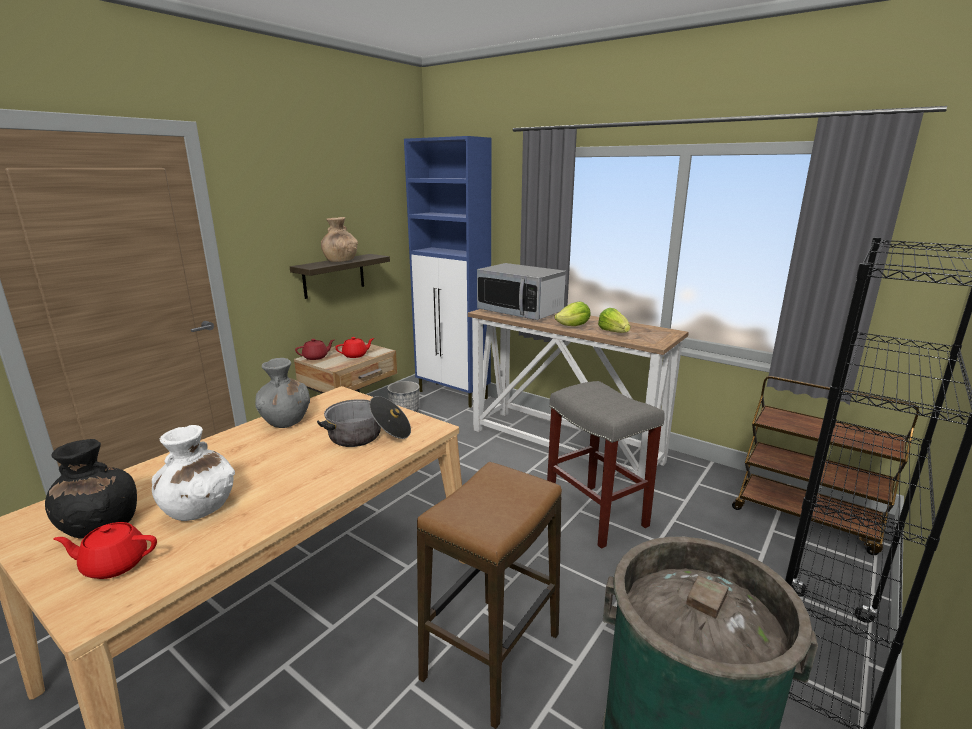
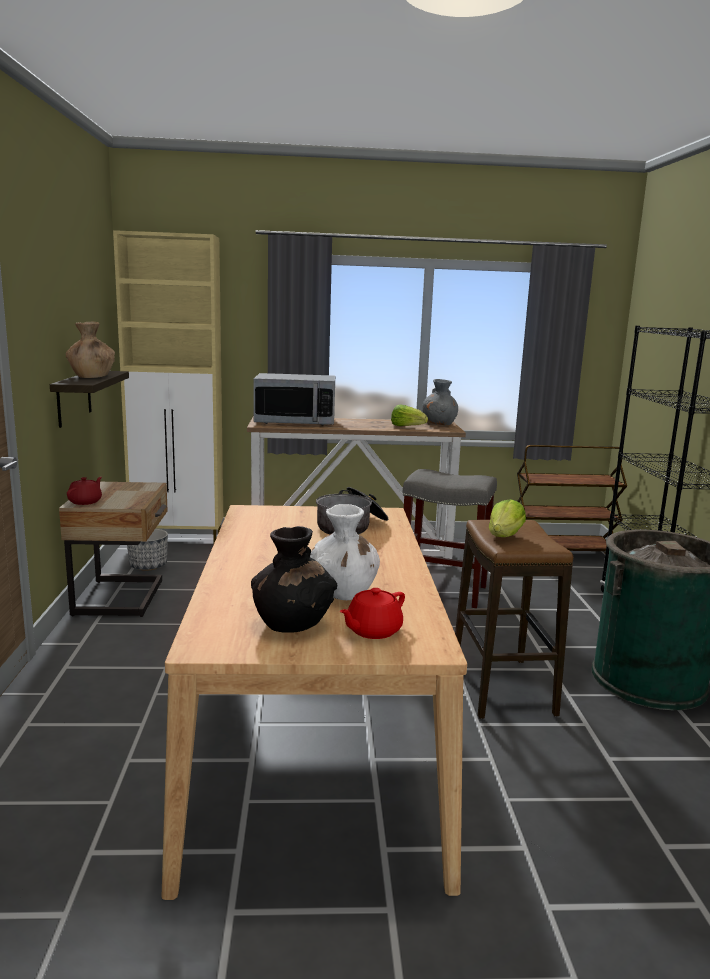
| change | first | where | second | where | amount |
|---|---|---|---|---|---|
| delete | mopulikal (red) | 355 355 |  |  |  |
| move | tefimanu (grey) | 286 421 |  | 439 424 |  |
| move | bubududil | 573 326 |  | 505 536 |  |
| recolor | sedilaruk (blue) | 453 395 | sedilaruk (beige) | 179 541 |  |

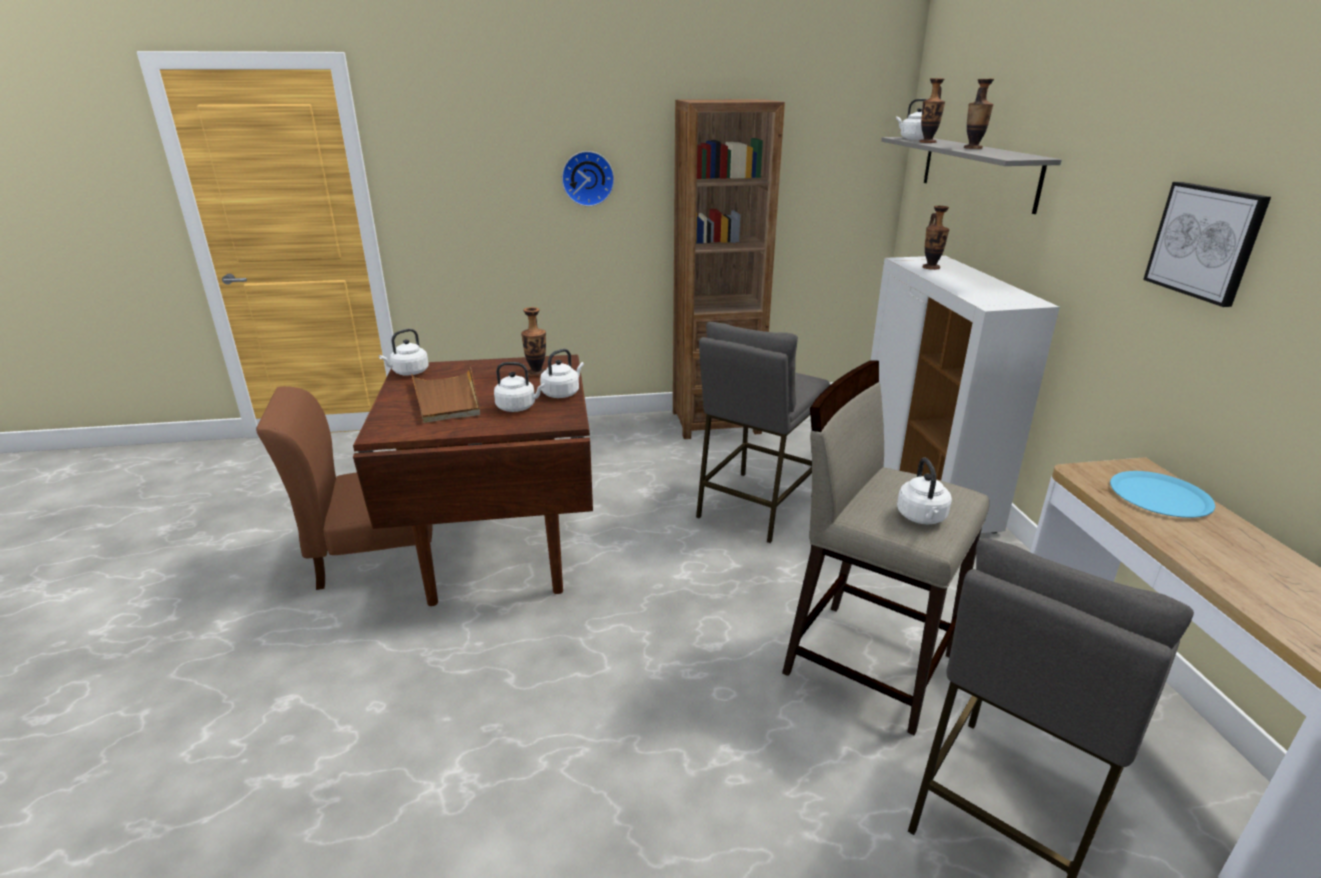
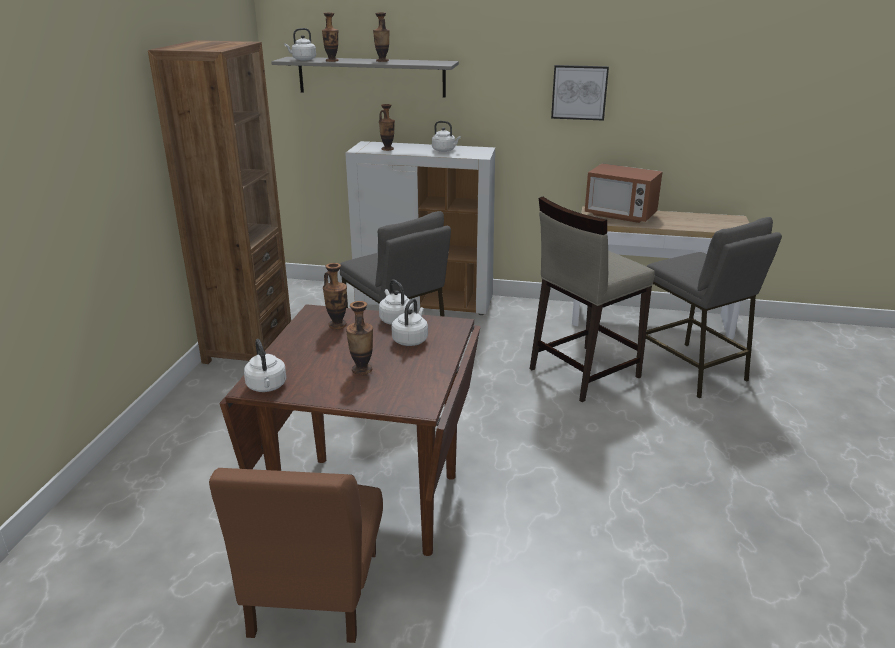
| change | first | where | second | where | amount |
|---|---|---|---|---|---|
| delete | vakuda | 587 178 |  |  |  |
| move | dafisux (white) | 922 518 |  | 445 150 |  |
| replace | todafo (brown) | 447 398 | tefimanu | 362 370 |  |
| replace | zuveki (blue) | 1160 496 | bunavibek | 620 215 |  |

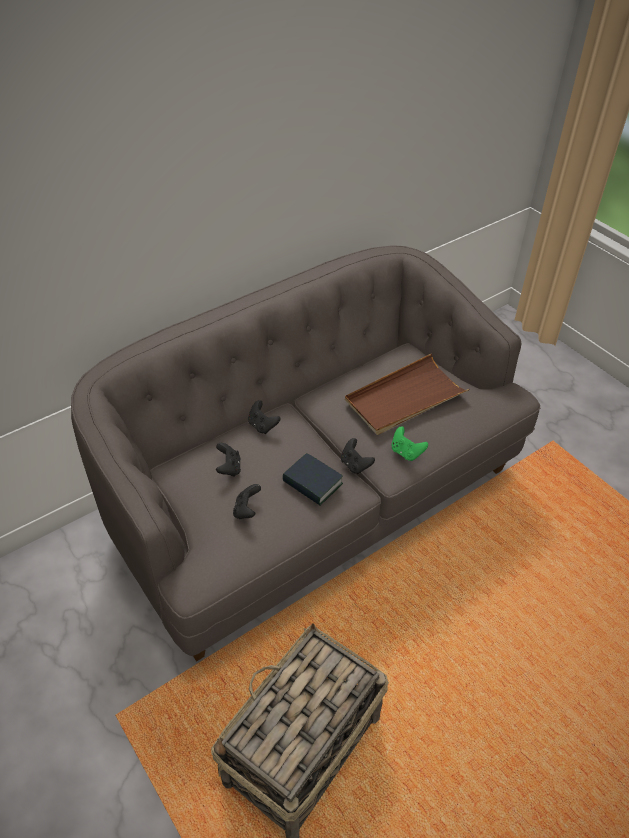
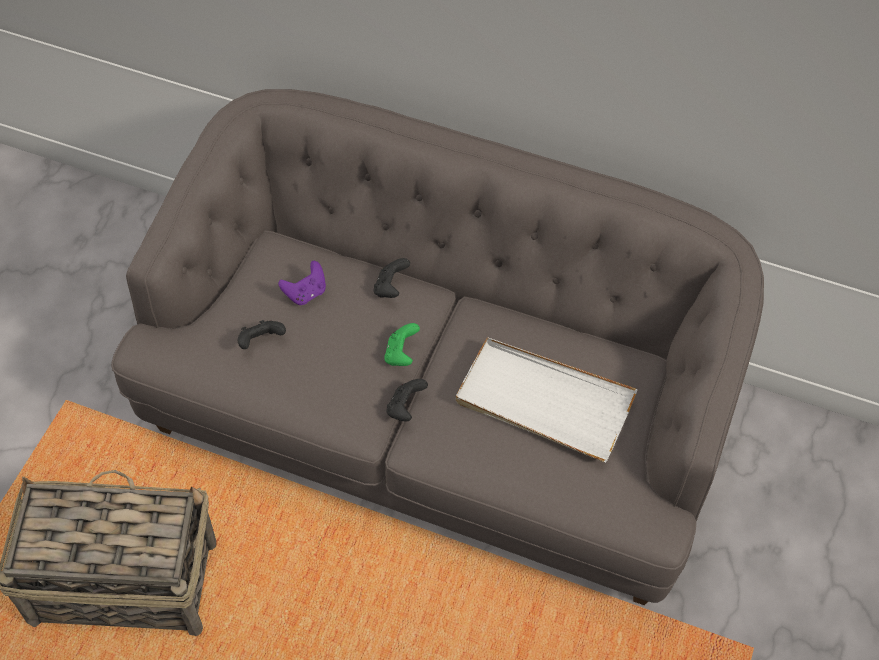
| change | first | where | second | where | amount |
|---|---|---|---|---|---|
| delete | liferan | 312 483 |  |  |  |
| move | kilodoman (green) | 406 452 |  | 401 354 |  |
| recolor | kilodoman (black) | 229 468 | kilodoman (purple) | 305 293 |  |
| recolor | todafo (brown) | 405 398 | todafo (white) | 543 402 |  |

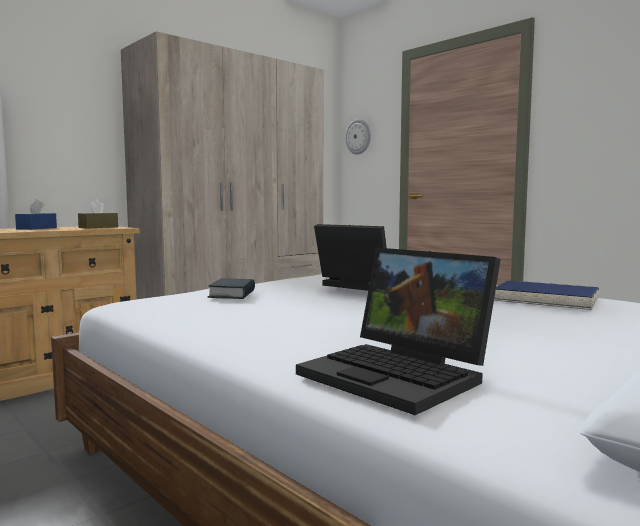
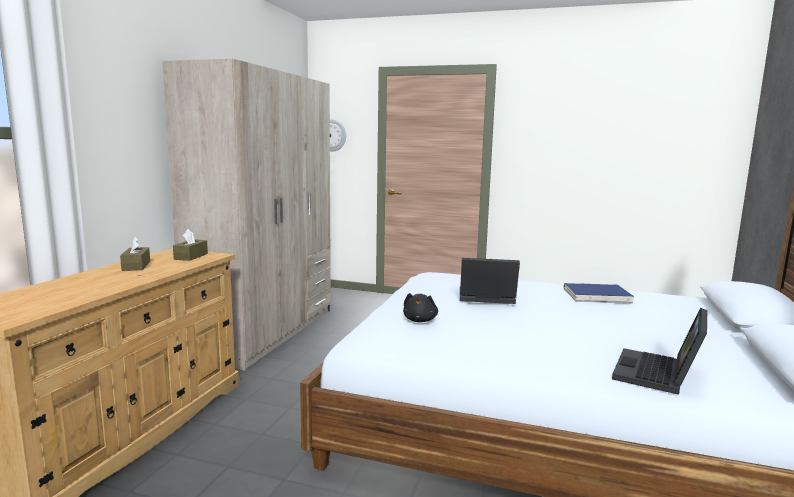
| change | first | where | second | where | amount |
|---|---|---|---|---|---|
| replace | liferan | 232 294 | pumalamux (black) | 420 320 |  |
| recolor | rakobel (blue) | 37 228 | rakobel (brown) | 136 266 |  |
| rotate | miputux | 401 375 |  | 659 375 | 105 degrees clockwise |

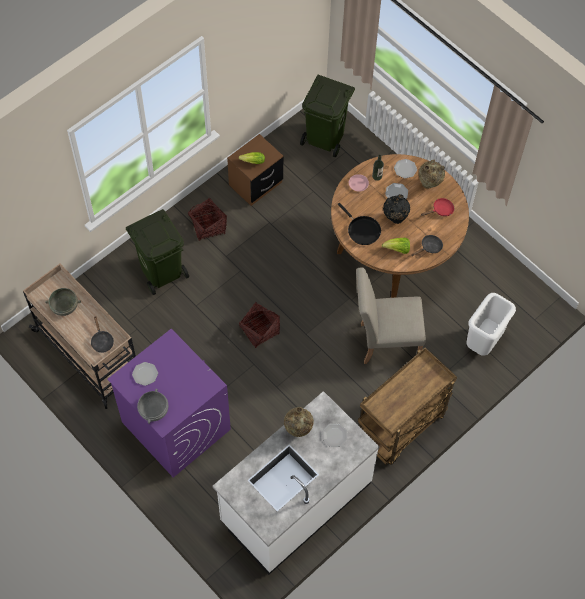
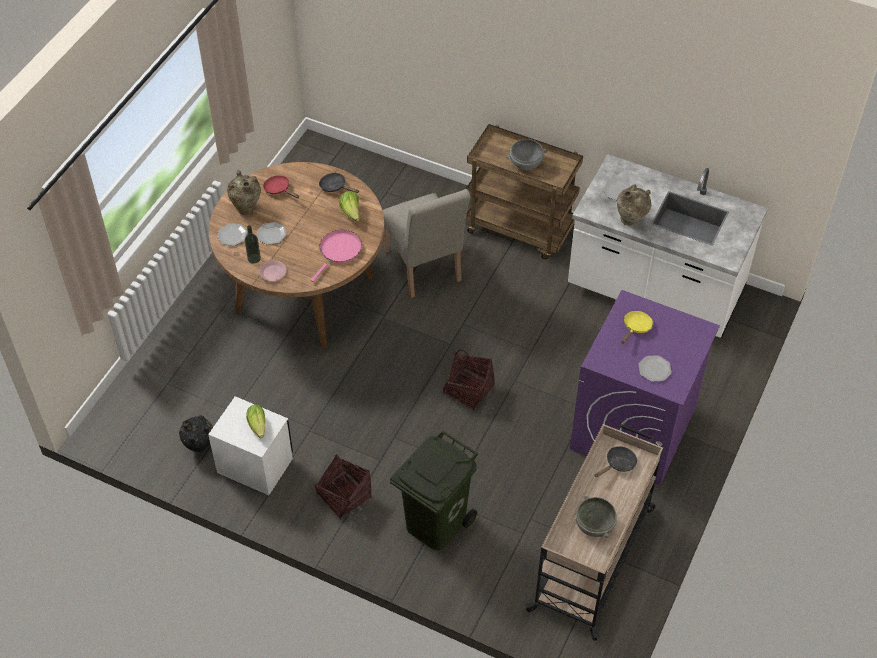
| change | first | where | second | where | amount |
|---|---|---|---|---|---|
| delete | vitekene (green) | 325 138 |  |  |  |
| delete | vitekene (white) | 483 342 |  |  |  |
| insert |  |  | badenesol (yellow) | 636 327 |  |
| move | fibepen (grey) | 154 411 |  | 526 163 |  |
| move | tefimanu (black) | 395 219 |  | 200 448 |  |
| recolor | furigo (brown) | 255 184 | furigo (white) | 255 465 |  |
| recolor | badenesol (black) | 362 230 | badenesol (pink) | 339 251 |  |

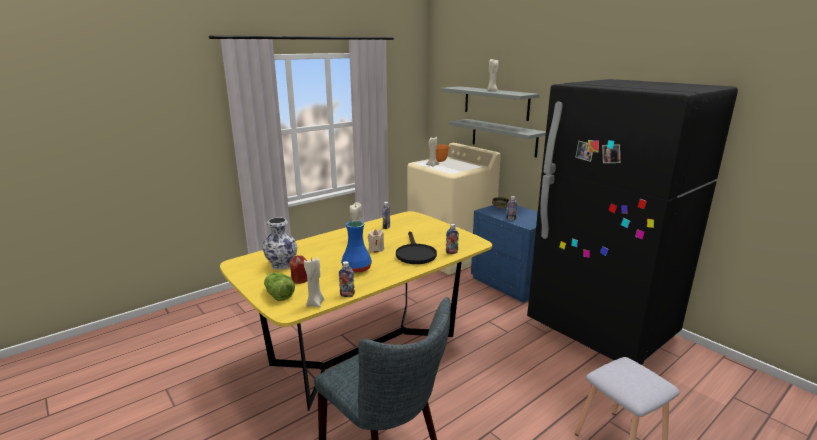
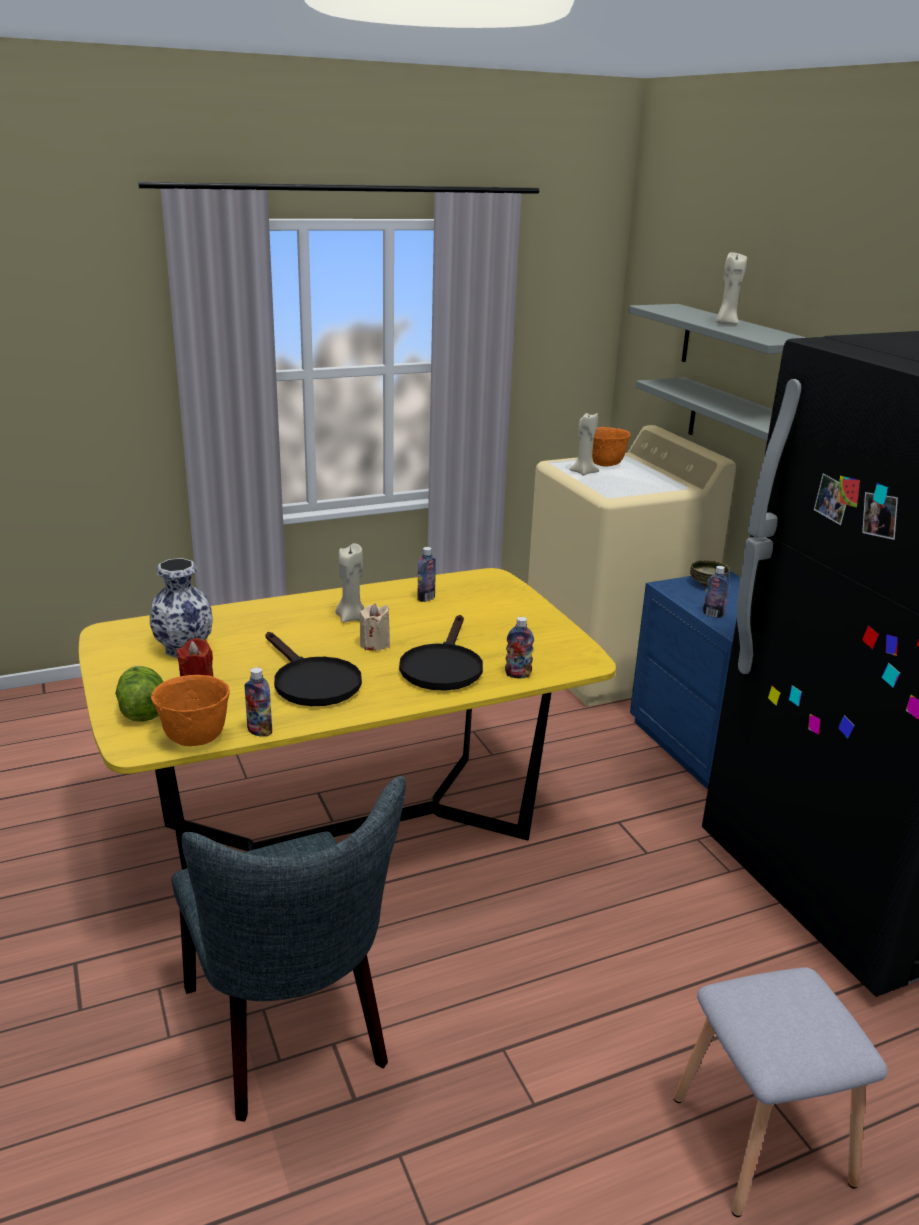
| change | first | where | second | where | amount |
|---|---|---|---|---|---|
| replace | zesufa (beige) | 315 303 | fibepen (orange) | 194 738 |  |
| replace | tefimanu (blue) | 357 269 | badenesol (black) | 311 681 |  |

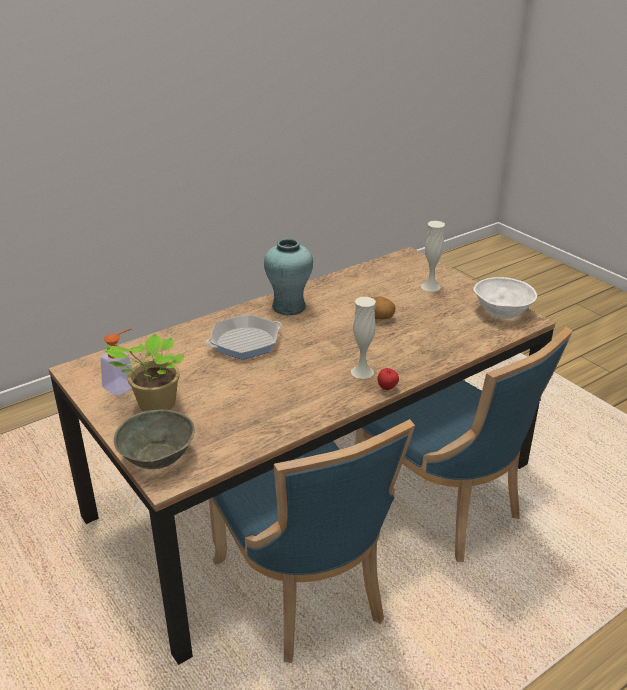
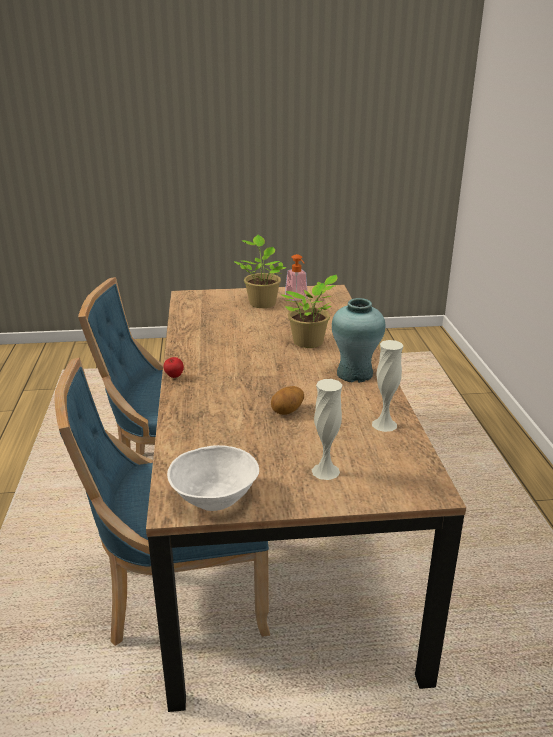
| change | first | where | second | where | amount |
|---|---|---|---|---|---|
| delete | fibepen (grey) | 158 457 |  |  |  |
| move | tefimanu (white) | 362 372 |  | 384 424 |  |
| replace | badenesol | 245 342 | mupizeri | 310 343 |  |

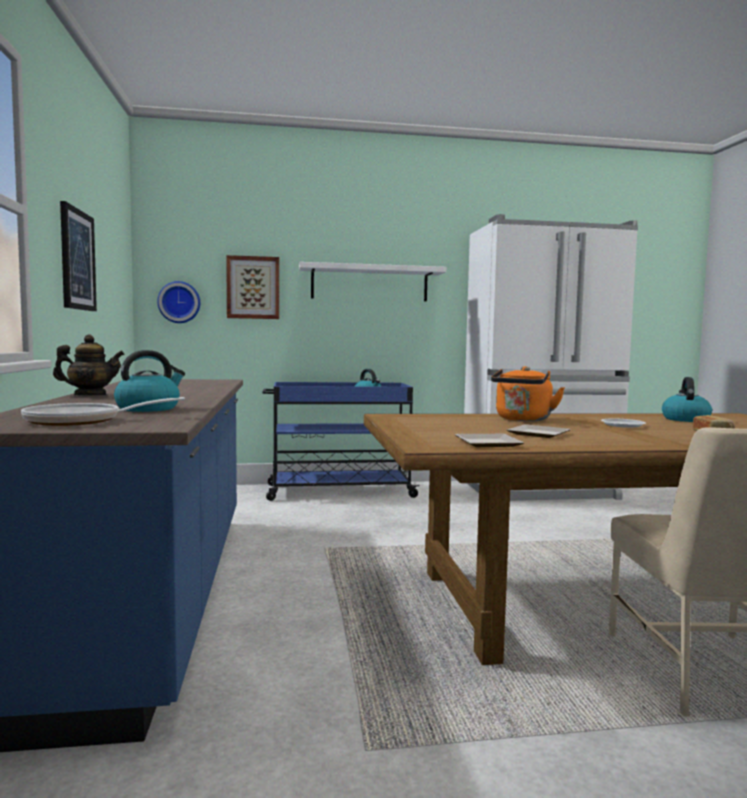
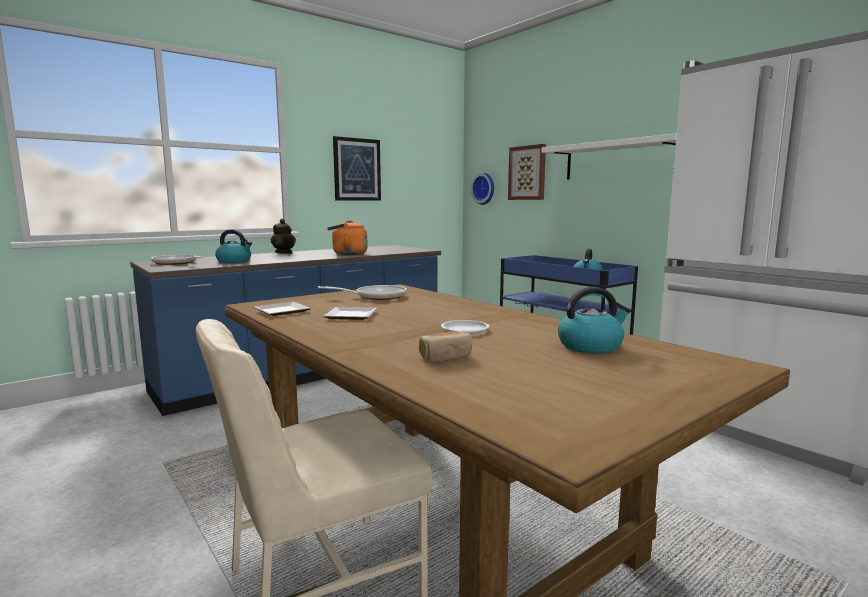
| change | first | where | second | where | amount |
|---|---|---|---|---|---|
| insert |  |  | badenesol | 376 296 |  |
| move | dafisux (orange) | 522 419 |  | 347 254 |  |

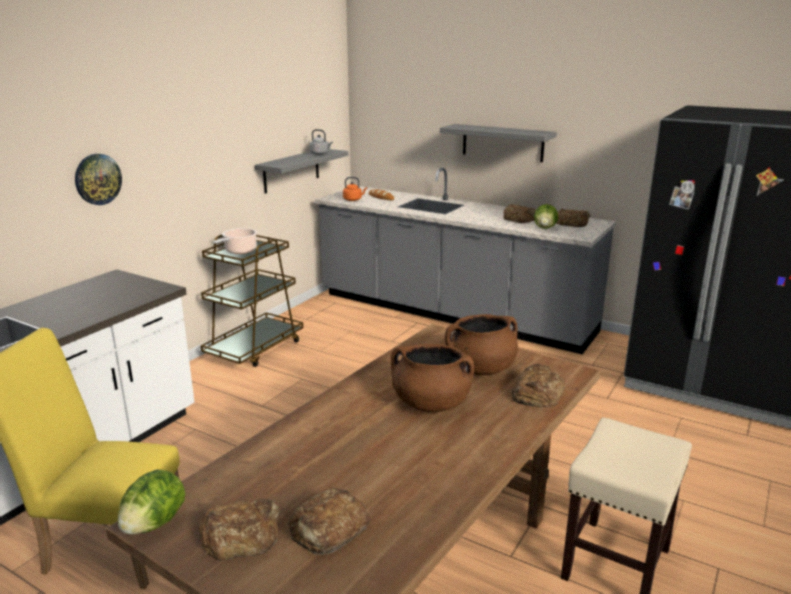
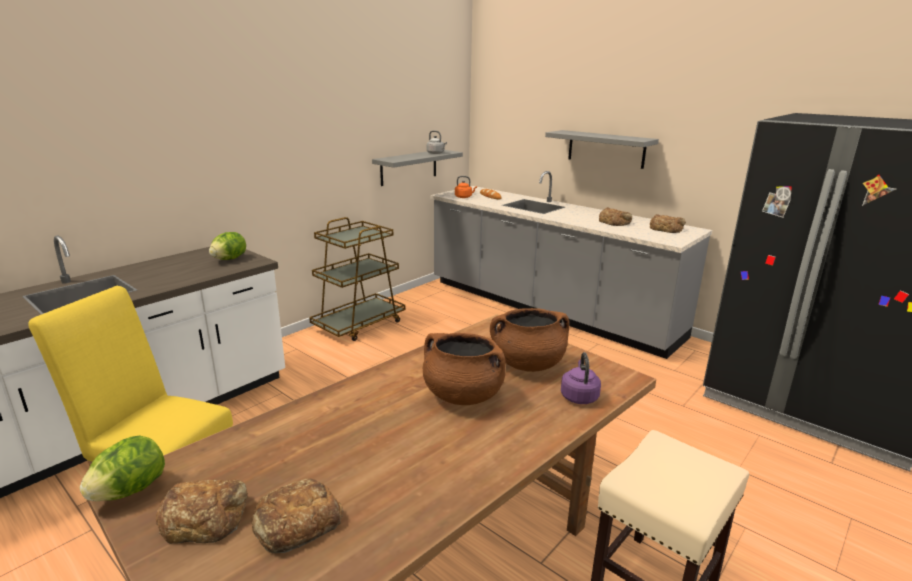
| change | first | where | second | where | amount |
|---|---|---|---|---|---|
| delete | vakuda | 97 179 |  |  |  |
| delete | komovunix | 239 251 |  |  |  |
| move | bubududil | 545 228 |  | 229 259 |  |
| replace | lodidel | 537 393 | dafisux (purple) | 579 396 |  |

